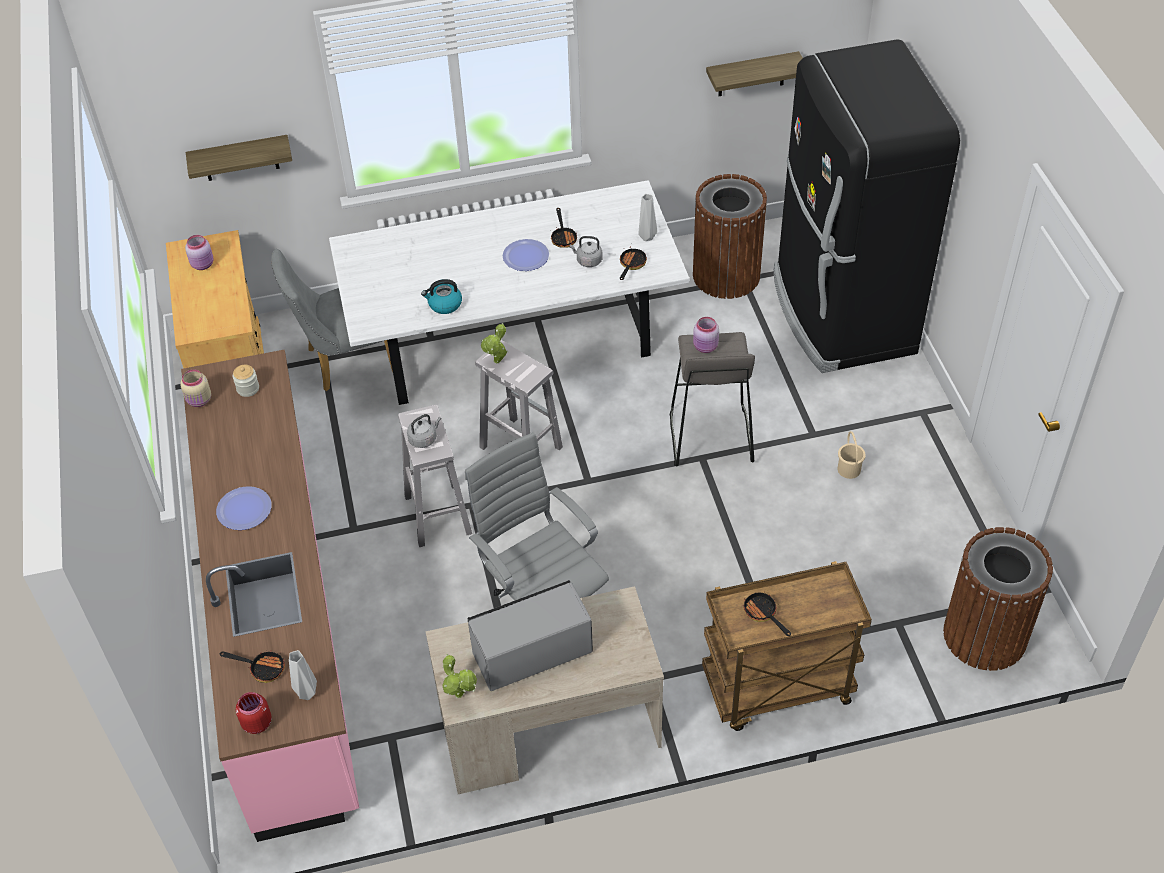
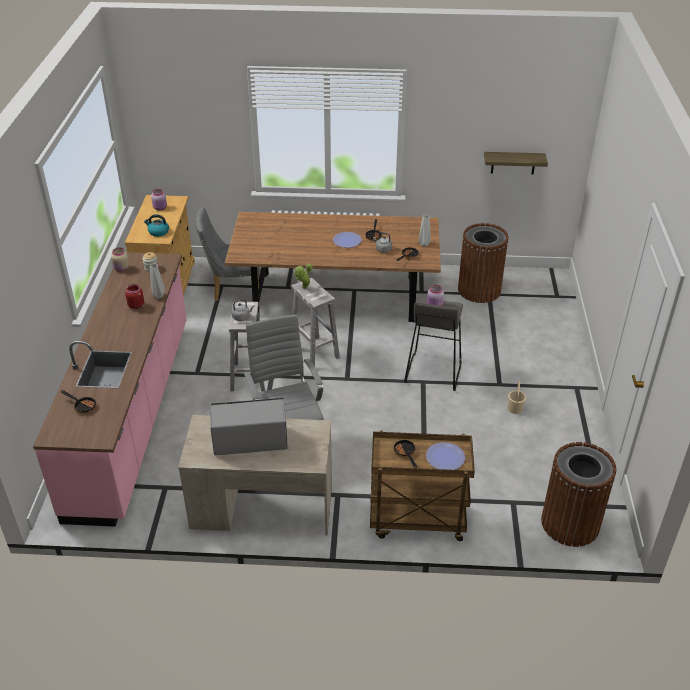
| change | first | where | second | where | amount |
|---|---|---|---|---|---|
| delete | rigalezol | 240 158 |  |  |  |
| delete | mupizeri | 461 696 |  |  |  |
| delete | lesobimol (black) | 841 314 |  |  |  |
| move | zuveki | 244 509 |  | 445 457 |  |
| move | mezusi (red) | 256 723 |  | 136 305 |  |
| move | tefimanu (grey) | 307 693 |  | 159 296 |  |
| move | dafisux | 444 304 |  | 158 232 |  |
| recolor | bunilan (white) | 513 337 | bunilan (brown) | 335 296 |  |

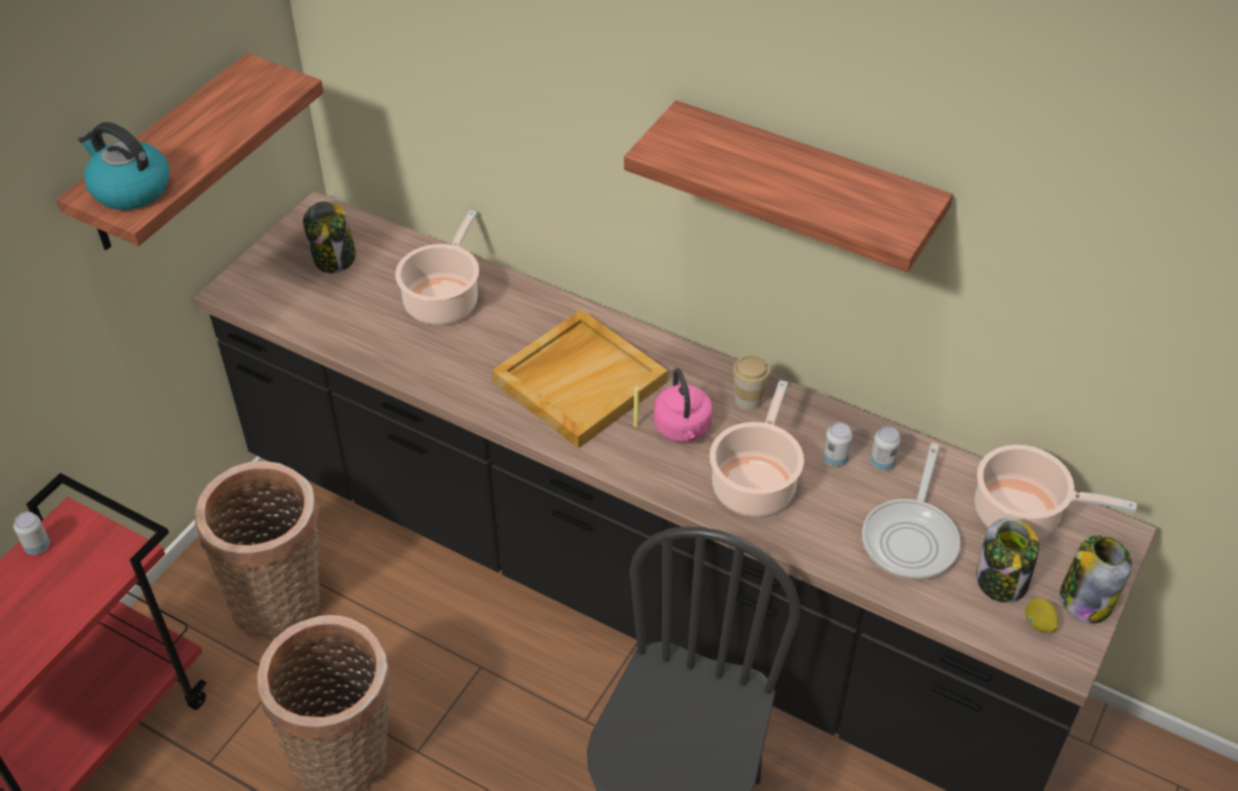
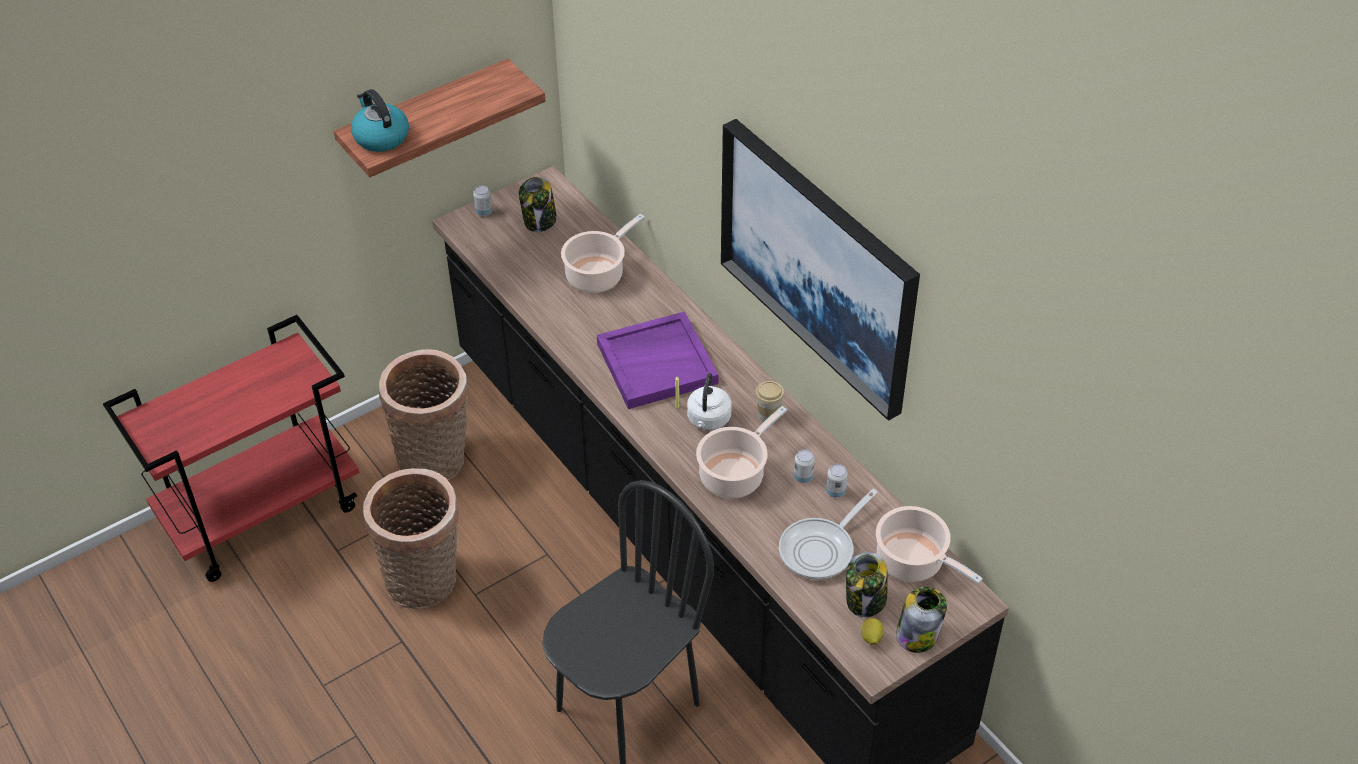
| change | first | where | second | where | amount |
|---|---|---|---|---|---|
| move | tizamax | 37 546 |  | 484 212 |  |
| replace | rigalezol | 805 182 | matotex | 818 265 |  |
| recolor | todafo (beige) | 580 381 | todafo (purple) | 657 362 |  |
| recolor | dafisux (pink) | 683 429 | dafisux (white) | 708 420 |  |

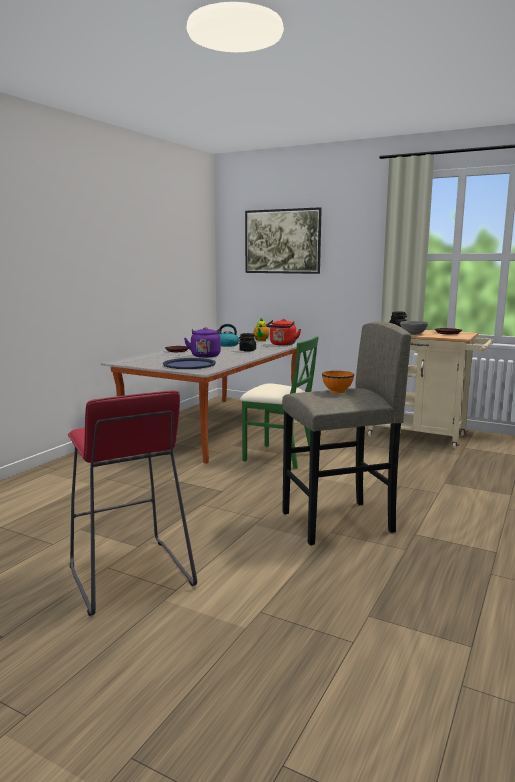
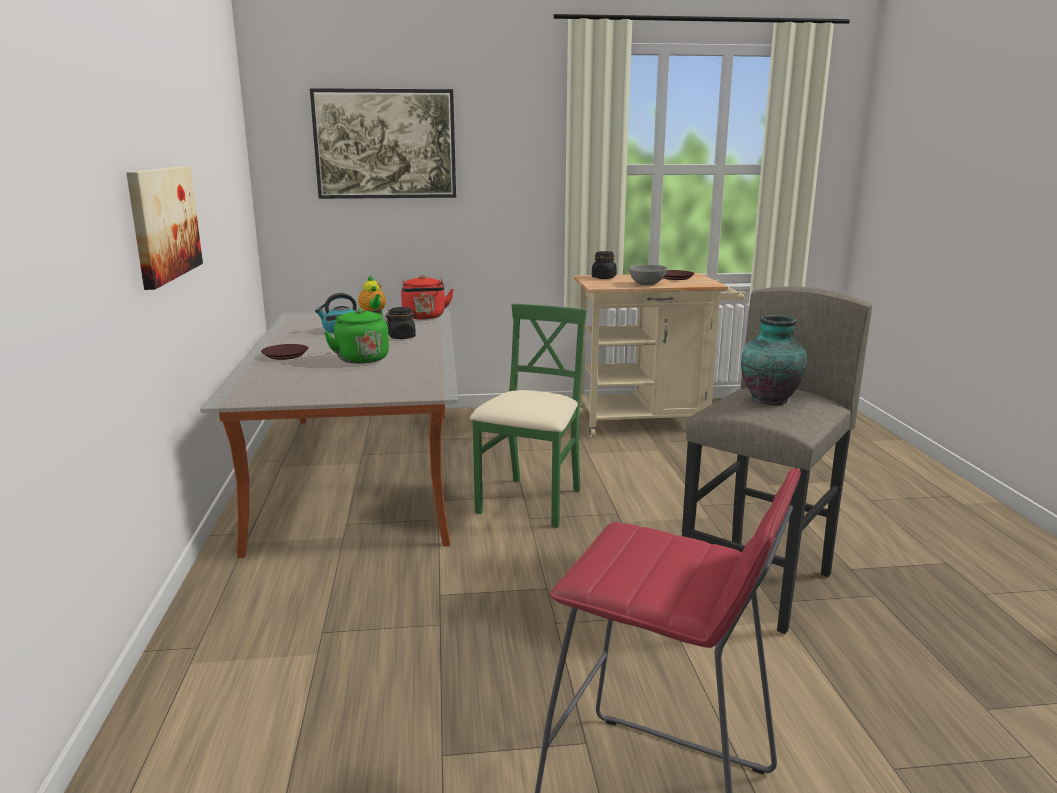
| change | first | where | second | where | amount |
|---|---|---|---|---|---|
| delete | todafo (blue) | 189 364 |  |  |  |
| insert |  |  | matotex | 163 223 |  |
| replace | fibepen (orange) | 337 391 | tefimanu | 769 399 |  |
| recolor | dafisux (purple) | 205 355 | dafisux (green) | 360 358 |  |
| rotate | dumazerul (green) | 278 456 |  | 531 502 | 60 degrees counterclockwise |

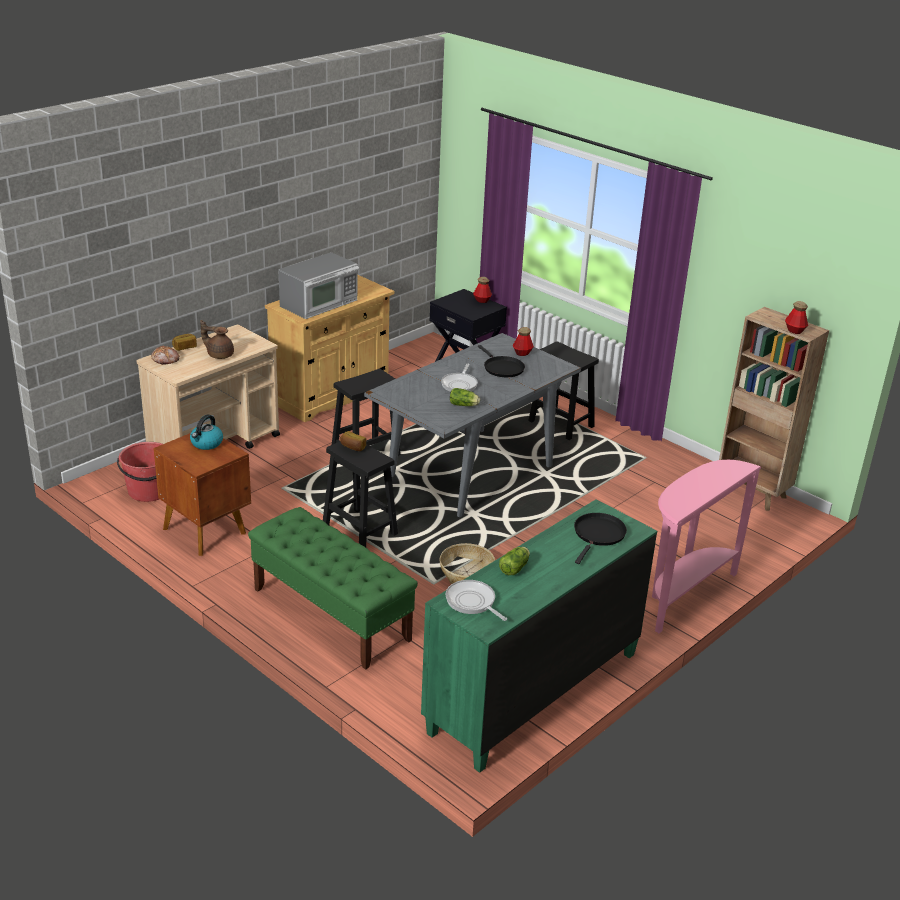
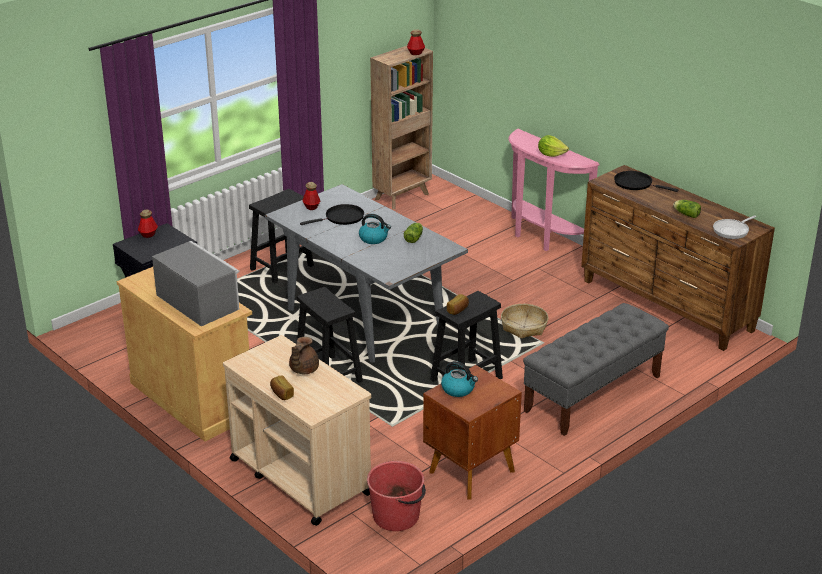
| change | first | where | second | where | amount |
|---|---|---|---|---|---|
| delete | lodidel | 166 360 |  |  |  |
| insert |  |  | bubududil | 551 154 |  |
| replace | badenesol | 460 384 | dafisux | 374 238 |  |
| recolor | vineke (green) | 330 614 | vineke (grey) | 592 394 |  |
| recolor | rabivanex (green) | 532 692 | rabivanex (brown) | 666 306 |  |

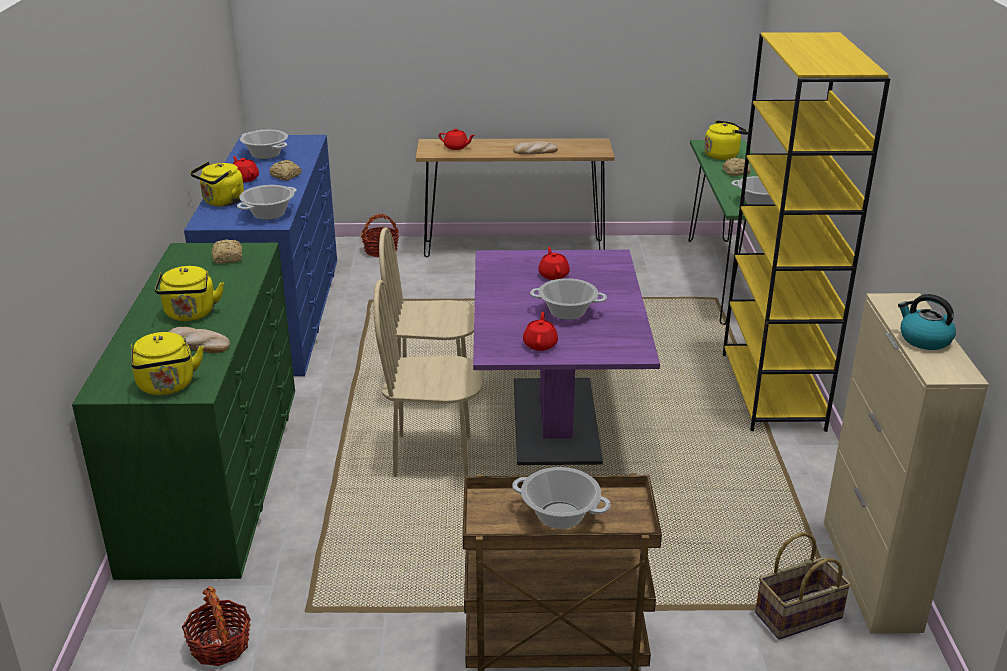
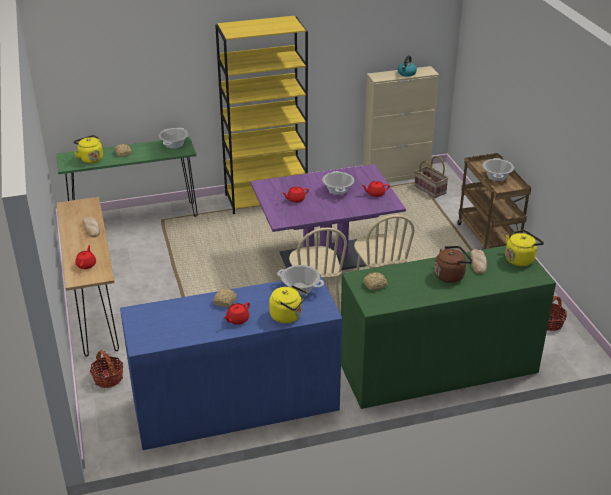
| change | first | where | second | where | amount |
|---|---|---|---|---|---|
| delete | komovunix | 265 155 |  |  |  |
| recolor | dafisux (yellow) | 190 314 | dafisux (brown) | 451 275 |  |

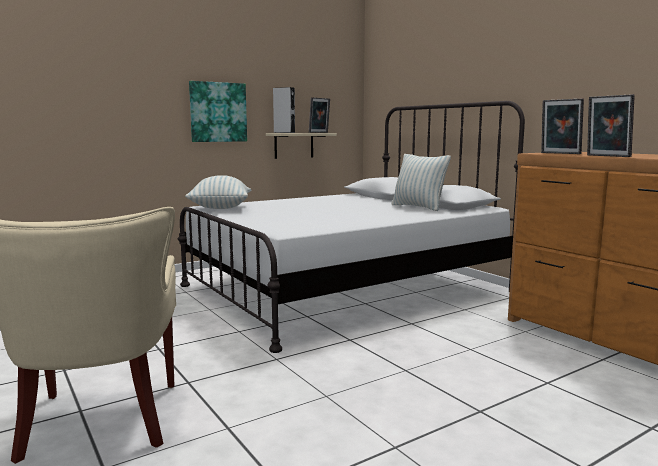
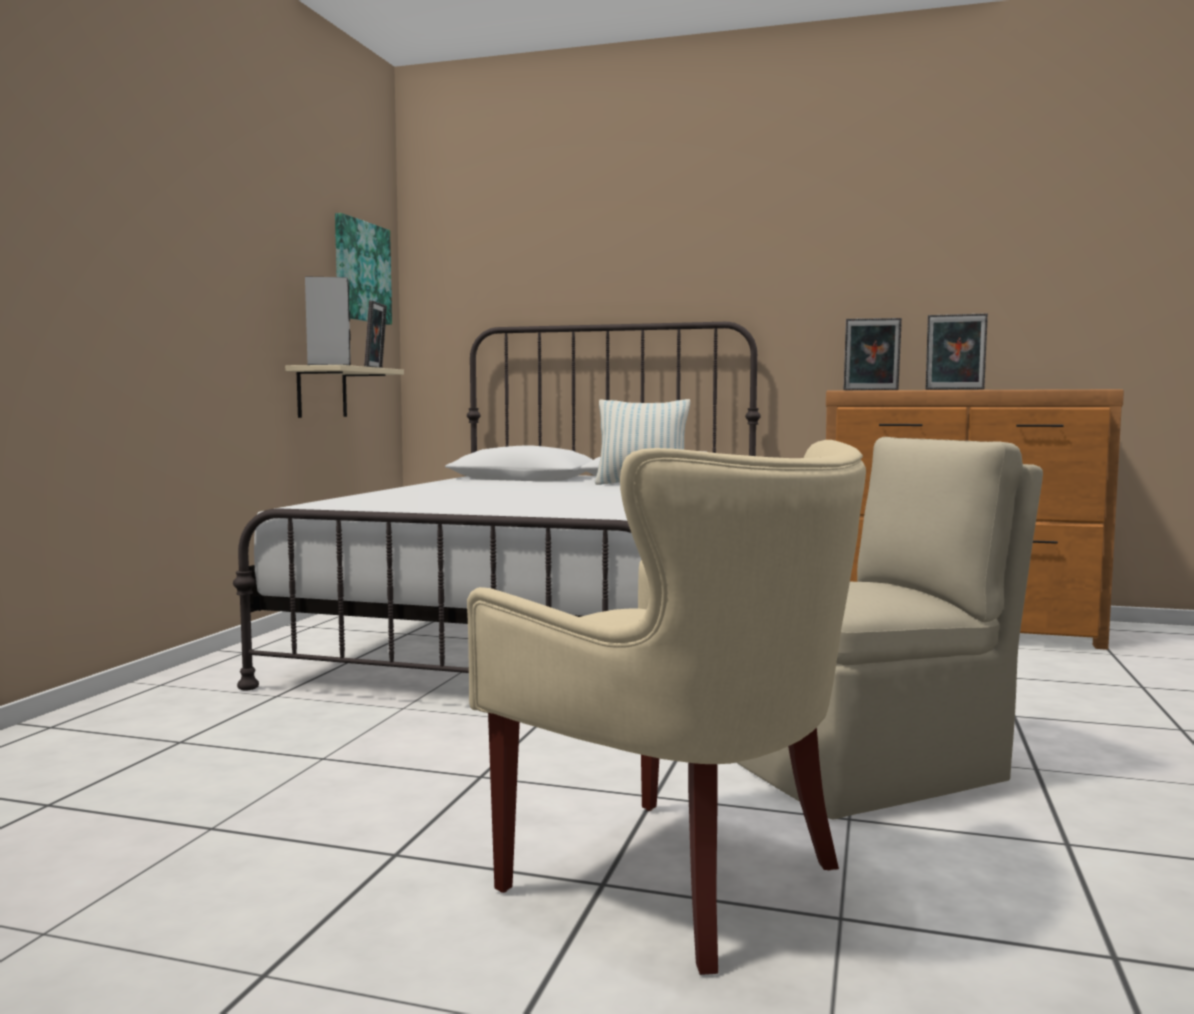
| change | first | where | second | where | amount |
|---|---|---|---|---|---|
| delete | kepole | 220 209 |  |  |  |
| insert |  |  | dumazerul (beige) | 873 770 |  |
| move | matotex | 218 112 |  | 361 271 |  |

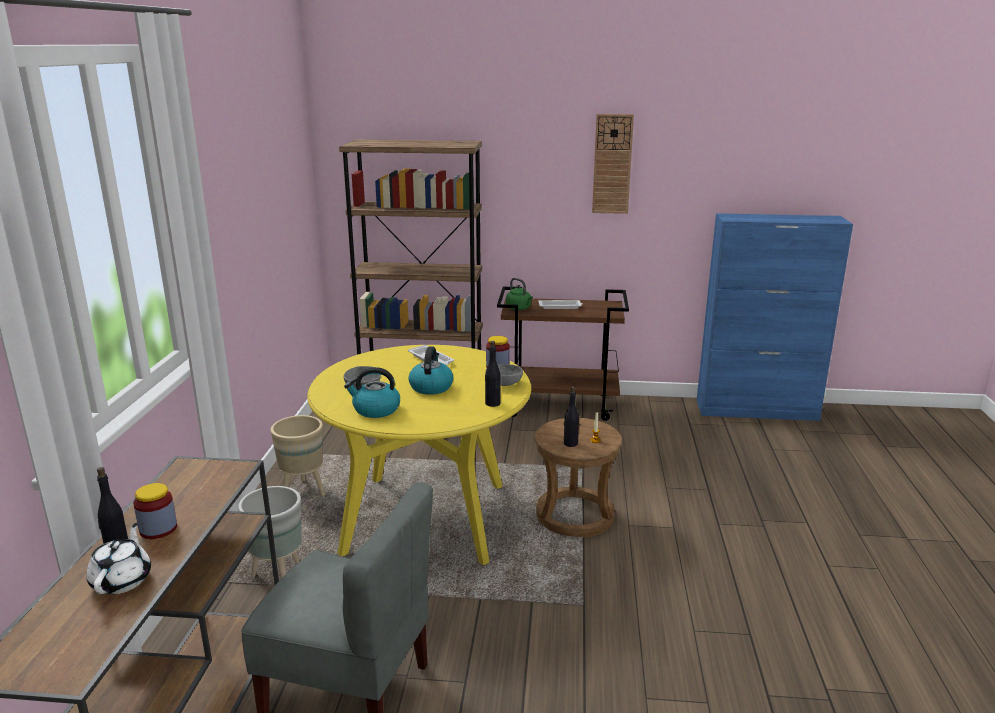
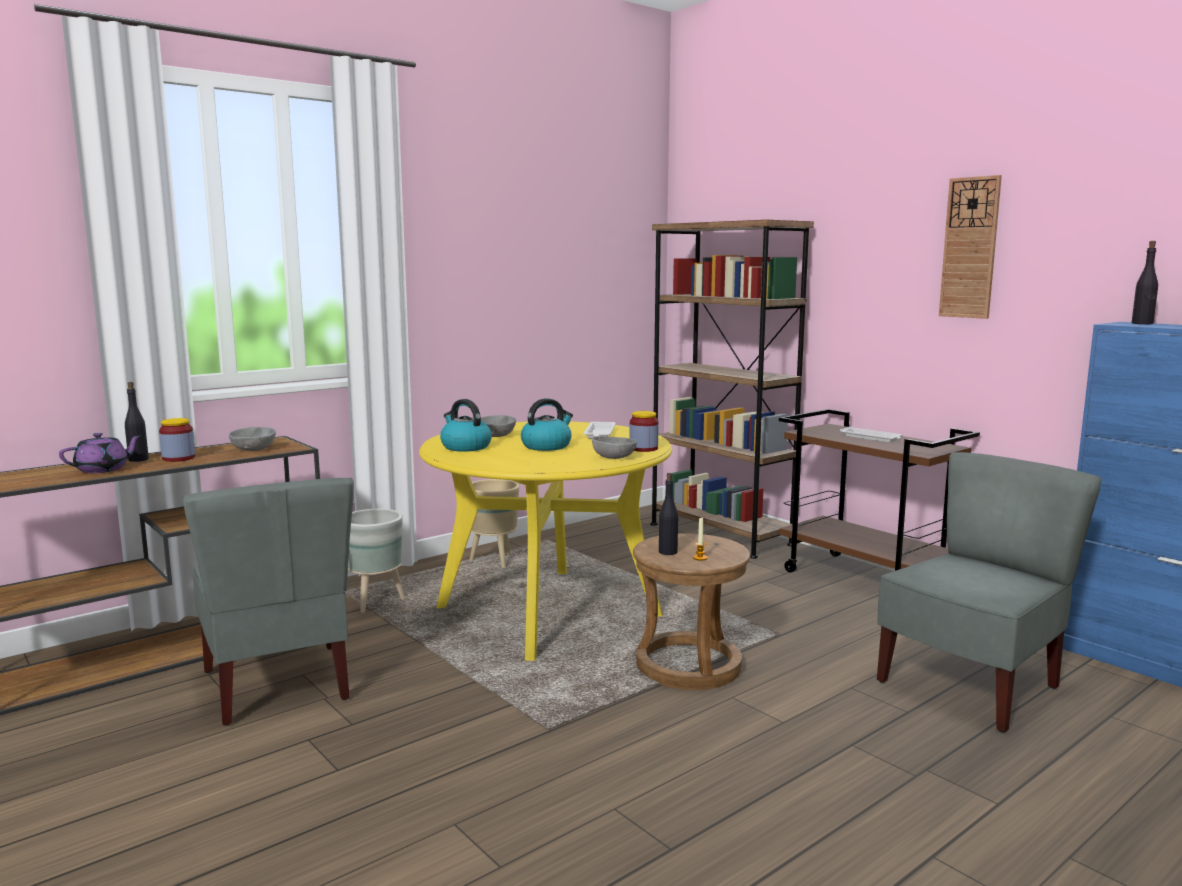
| change | first | where | second | where | amount |
|---|---|---|---|---|---|
| delete | dafisux (green) | 519 308 |  |  |  |
| insert |  |  | fibepen (grey) | 254 450 |  |
| insert |  |  | dumazerul (grey) | 971 686 |  |
| move | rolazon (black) | 493 403 |  | 1142 323 |  |
| recolor | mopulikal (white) | 122 580 | mopulikal (purple) | 103 469 |  |

